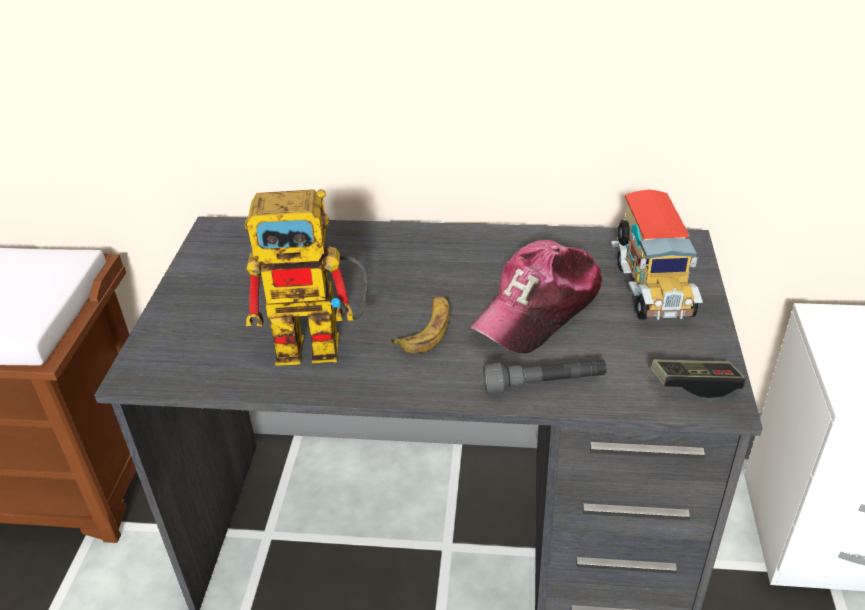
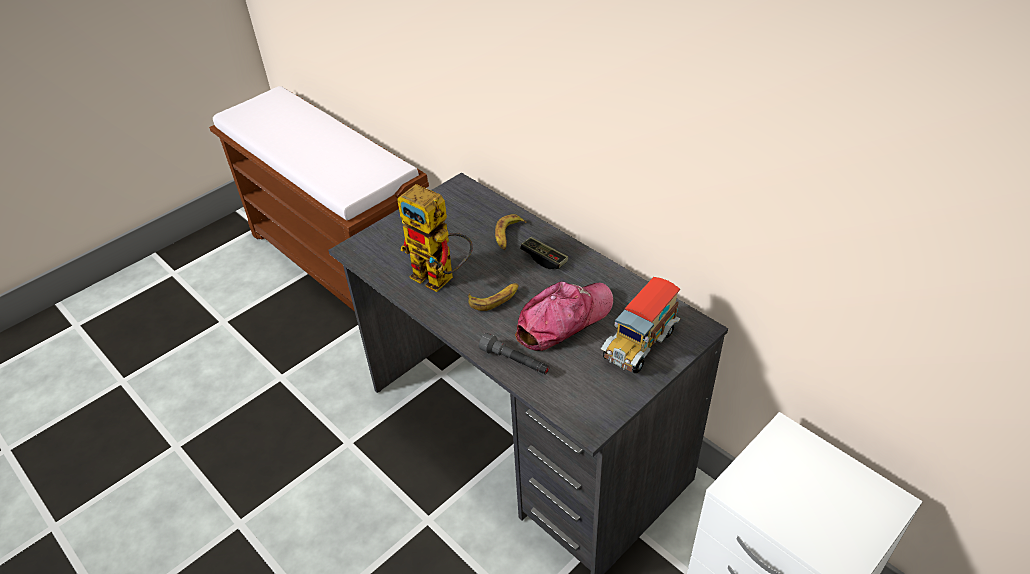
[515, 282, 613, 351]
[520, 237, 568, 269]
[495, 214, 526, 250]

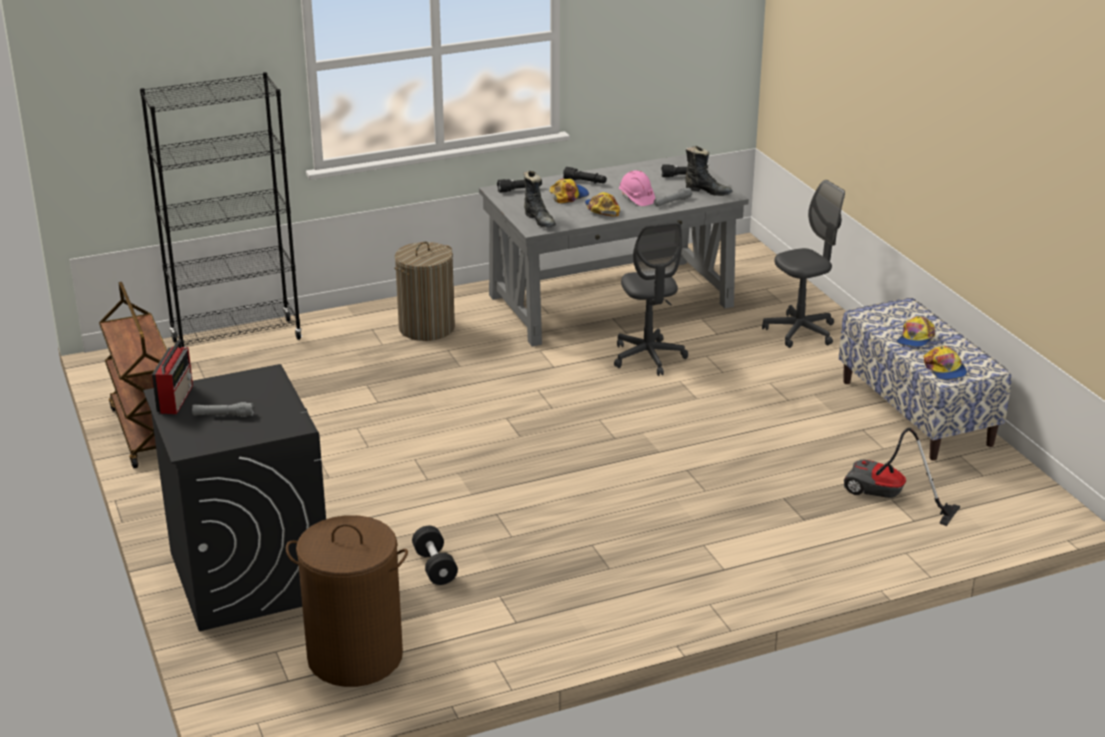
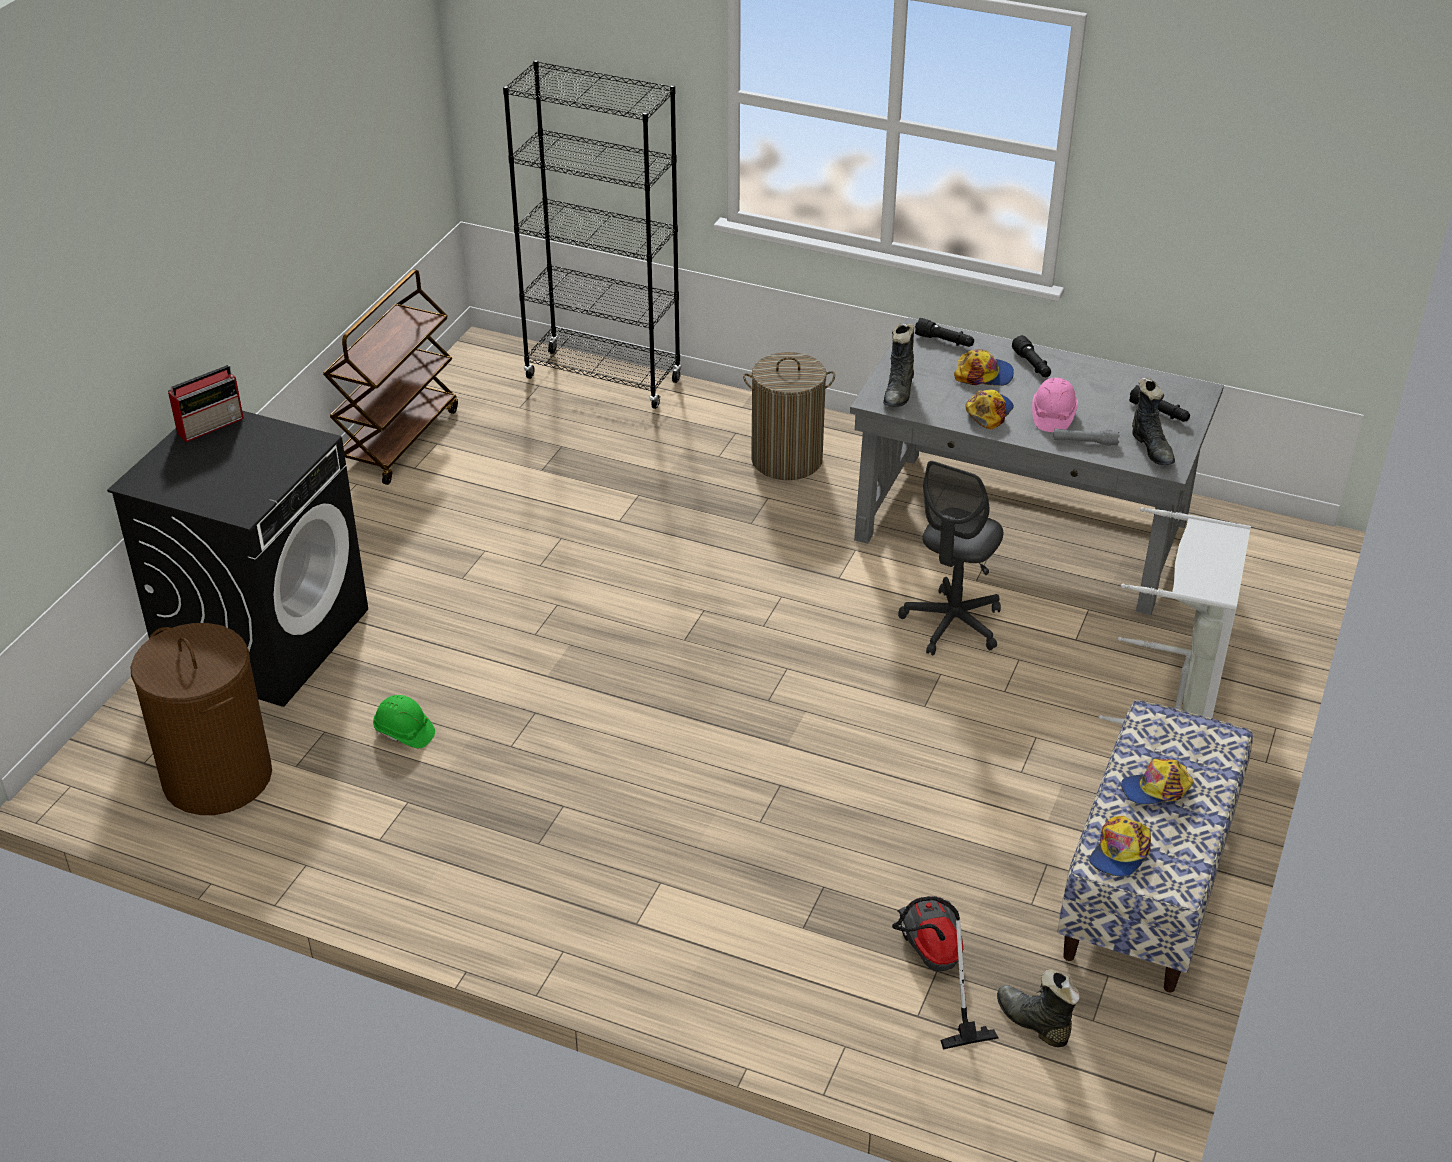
[1099, 507, 1251, 725]
[192, 402, 254, 417] (first image)
[373, 695, 435, 748]
[997, 969, 1080, 1047]

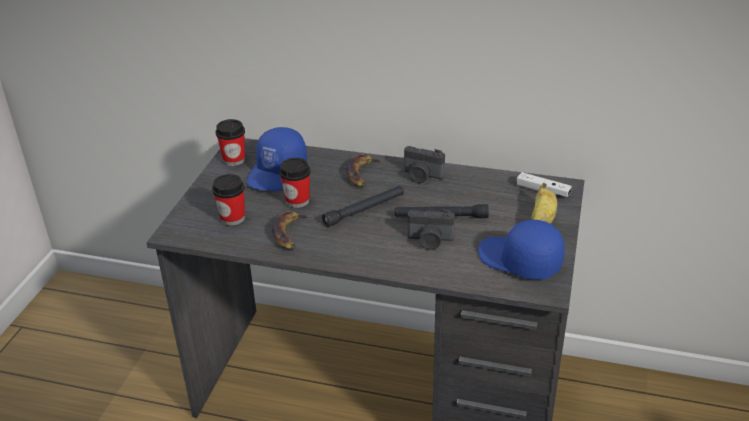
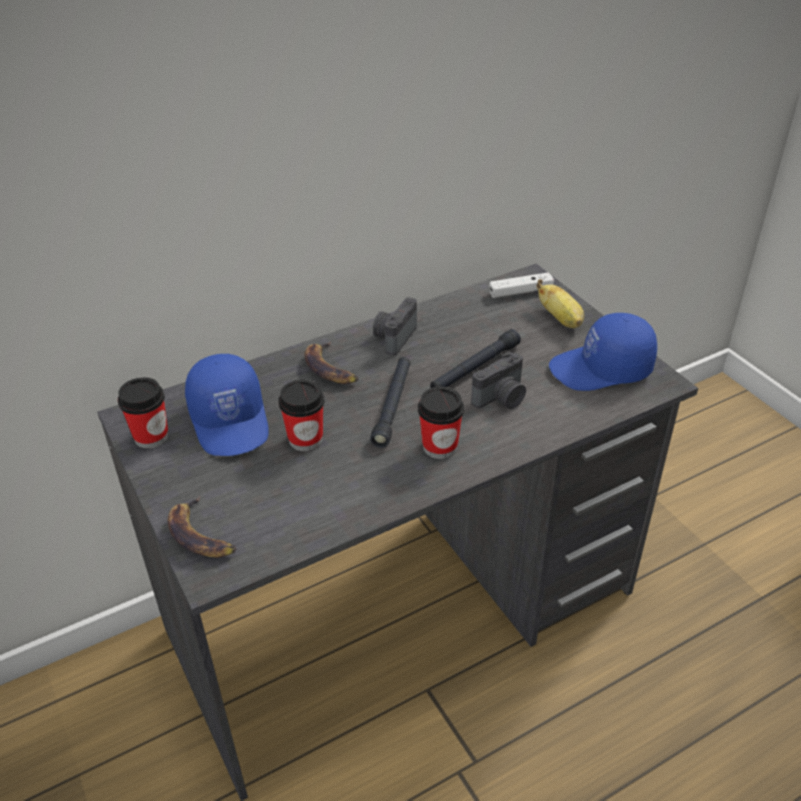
[373, 297, 417, 355]
[418, 386, 464, 459]
[168, 496, 237, 558]

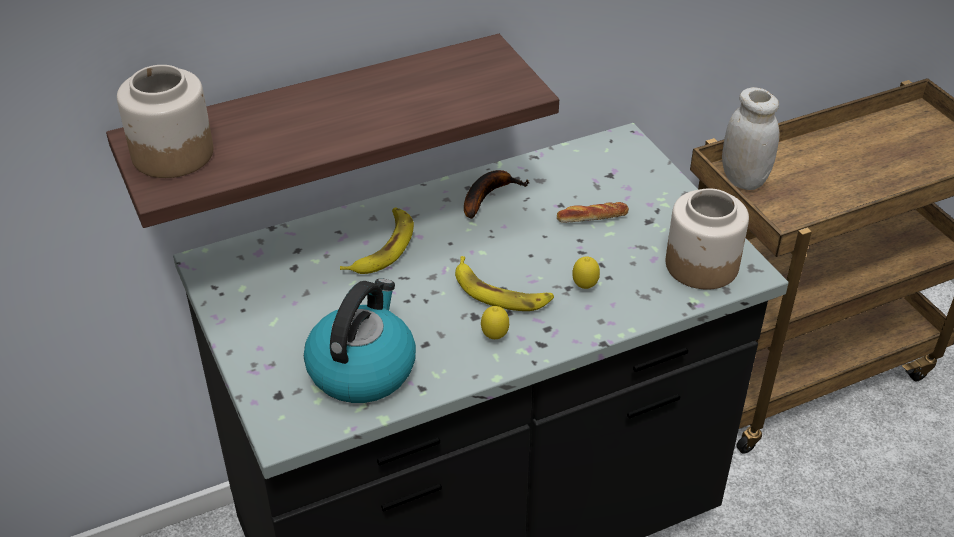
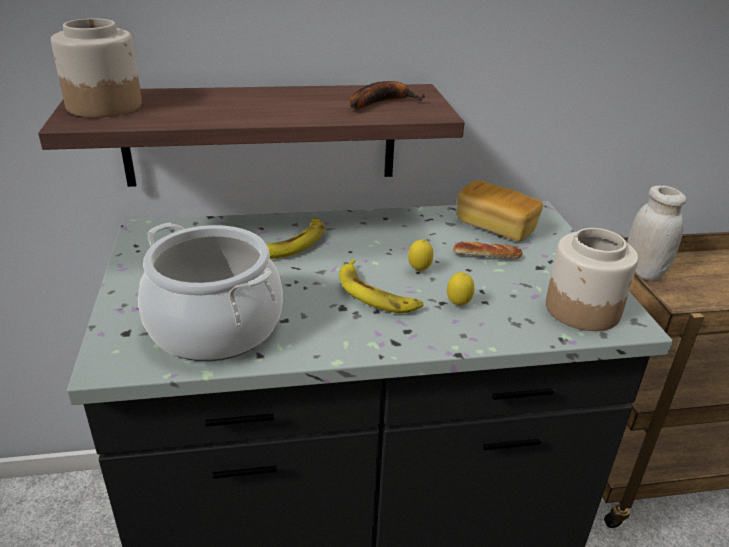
[349, 81, 425, 109]
[138, 223, 283, 361]
[408, 239, 433, 271]
[457, 180, 543, 241]

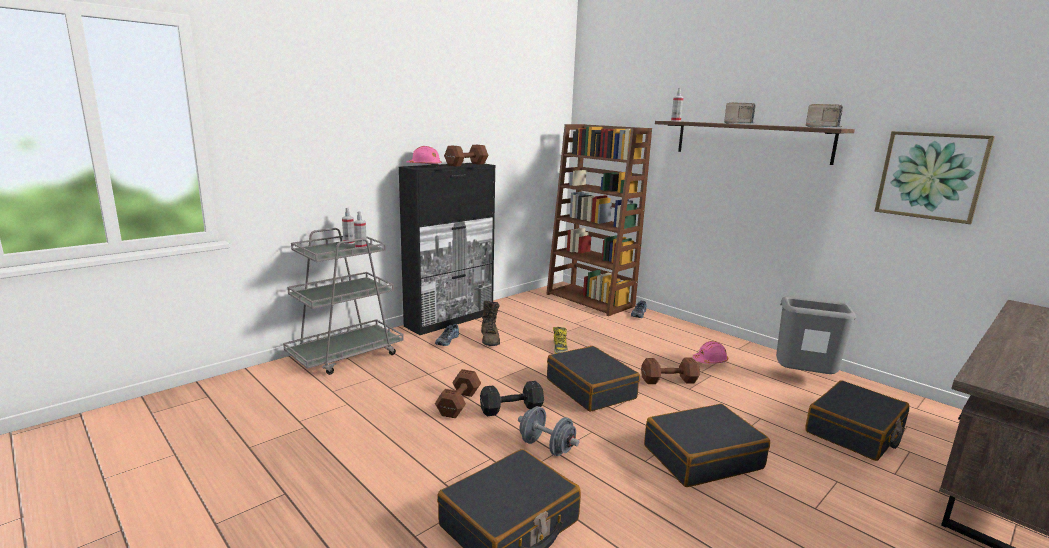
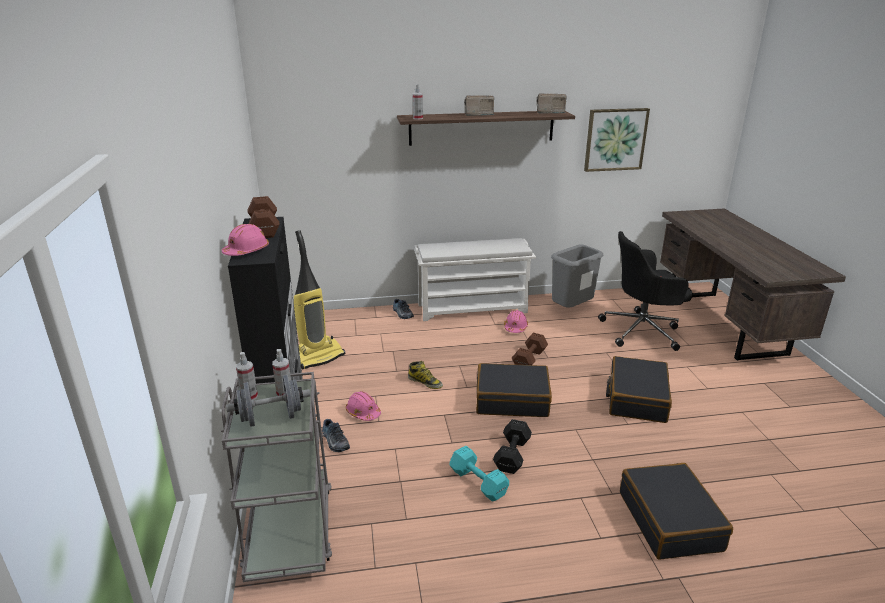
[546, 124, 652, 316] (first image)
[346, 391, 381, 421]
[449, 446, 509, 502]
[598, 231, 693, 351]
[226, 375, 310, 427]
[294, 230, 345, 370]
[414, 238, 536, 321]

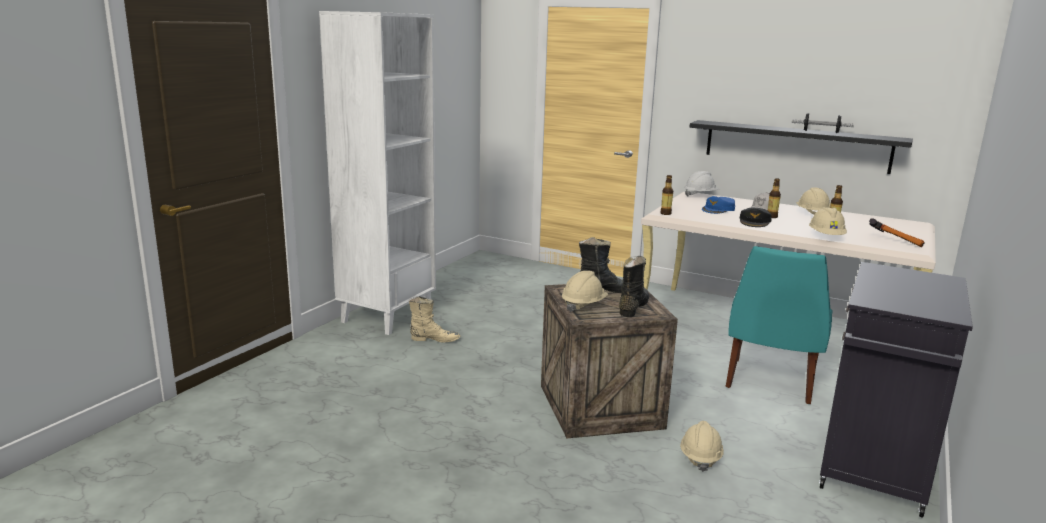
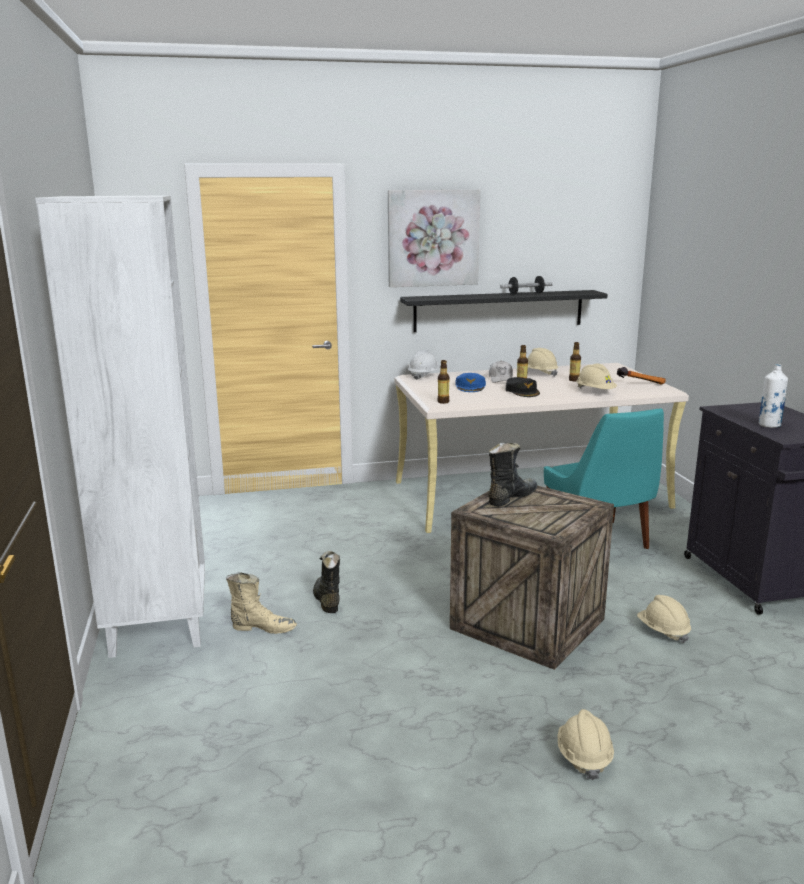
[313, 551, 340, 613]
[558, 709, 614, 780]
[226, 572, 297, 634]
[388, 190, 480, 287]
[759, 364, 788, 428]

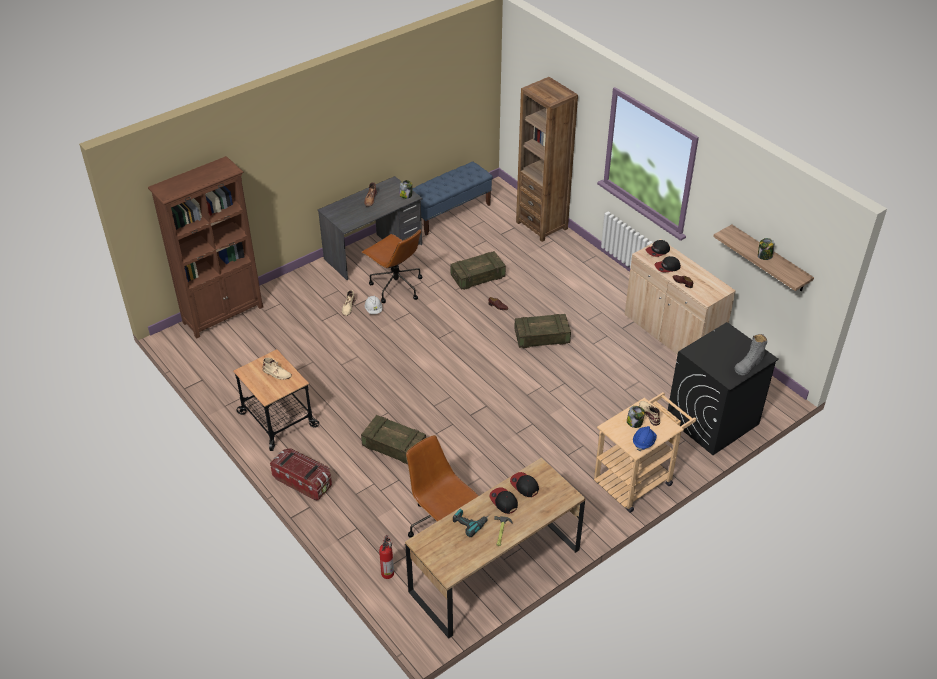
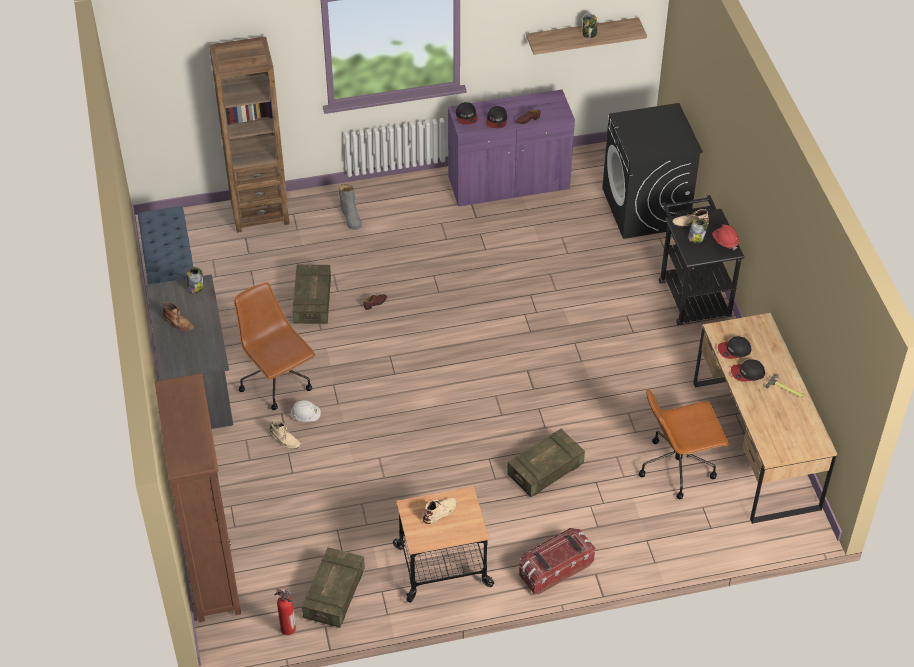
[234, 282, 315, 410]
[448, 90, 575, 207]
[302, 547, 365, 628]
[339, 184, 362, 230]
[659, 195, 744, 325]
[712, 224, 739, 250]
[453, 509, 488, 537] (first image)
[275, 588, 296, 635]

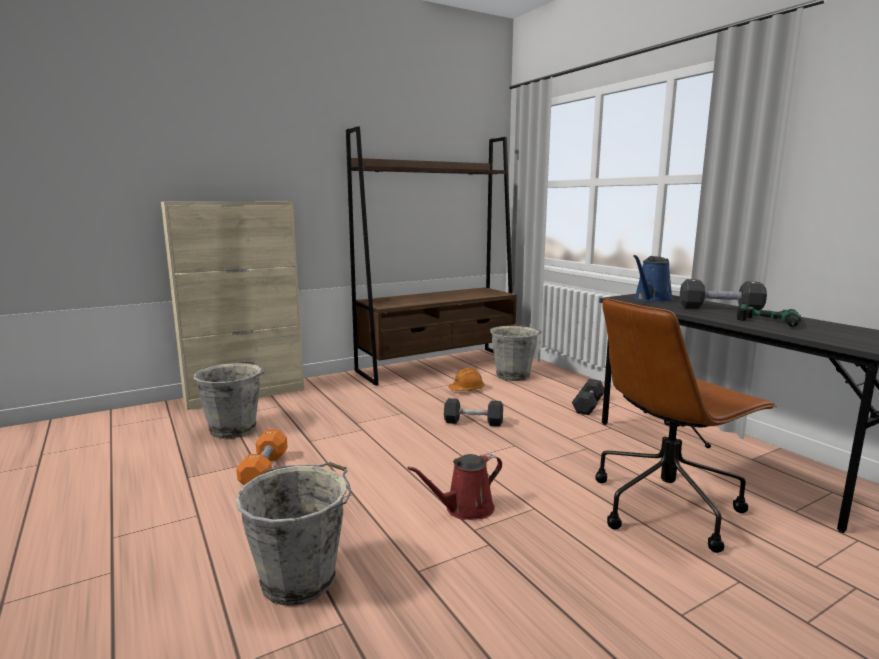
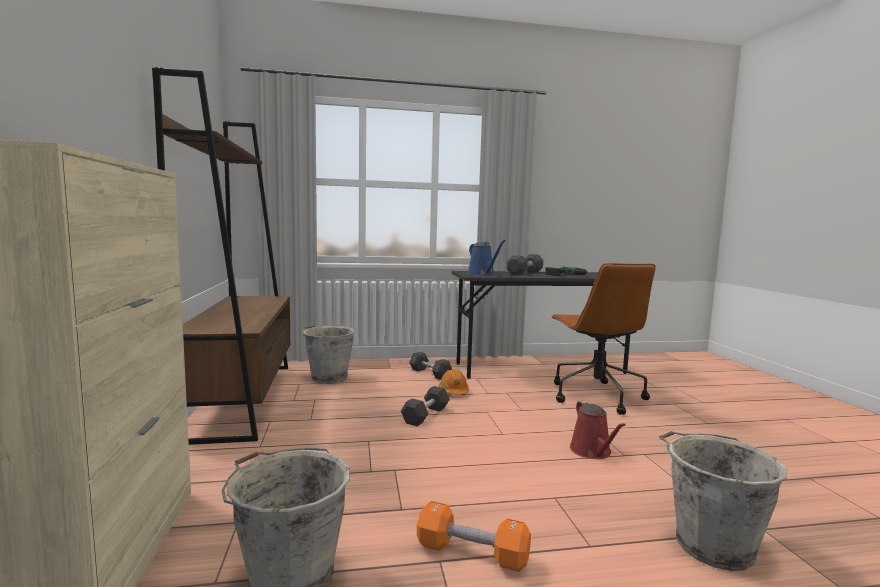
[439, 369, 469, 395]

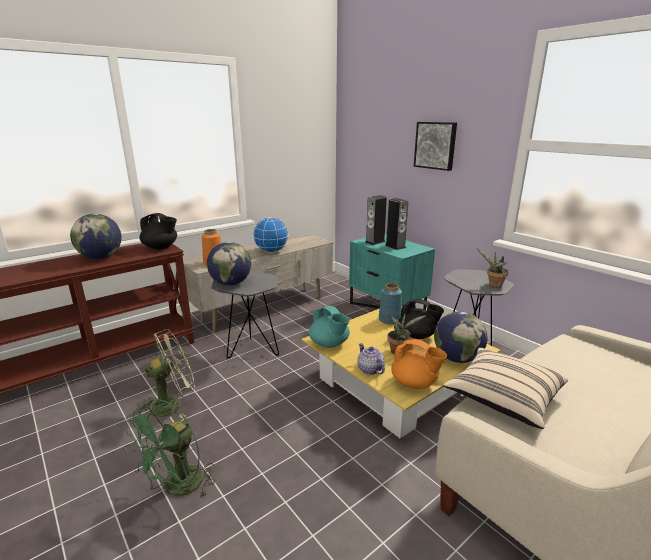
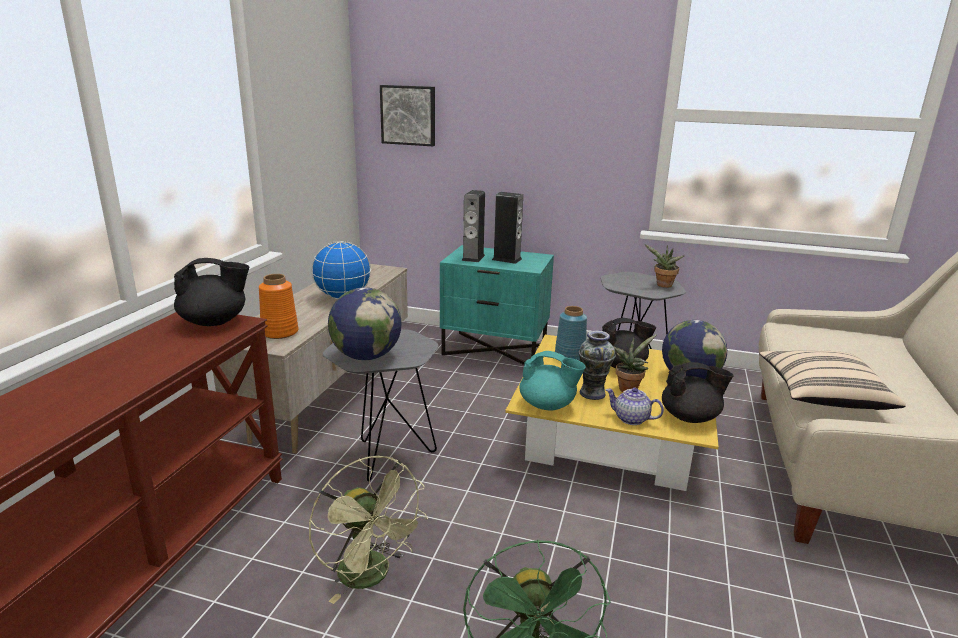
[380, 85, 435, 146]
[70, 214, 122, 259] (first image)
[309, 456, 428, 604]
[662, 362, 733, 423]
[579, 330, 616, 400]

